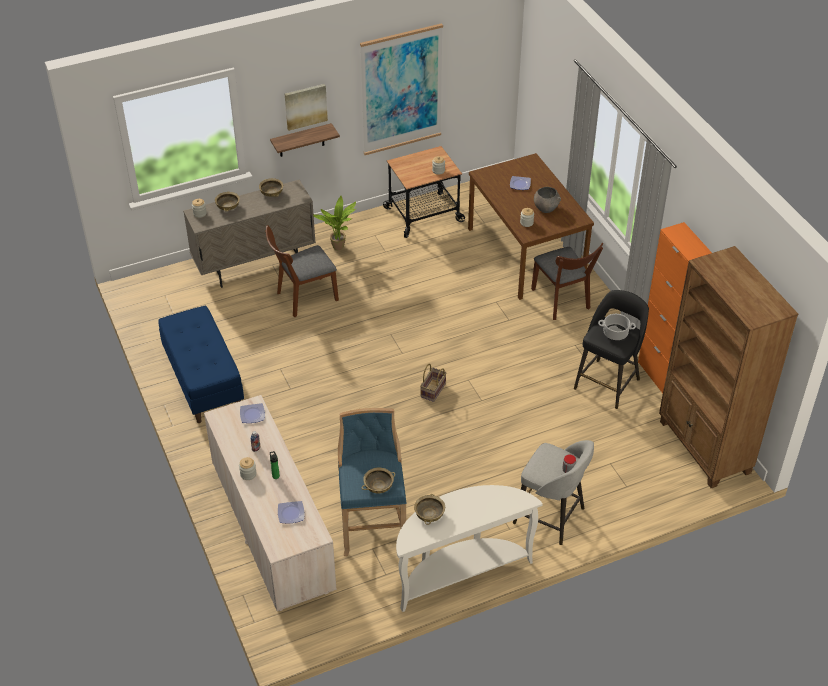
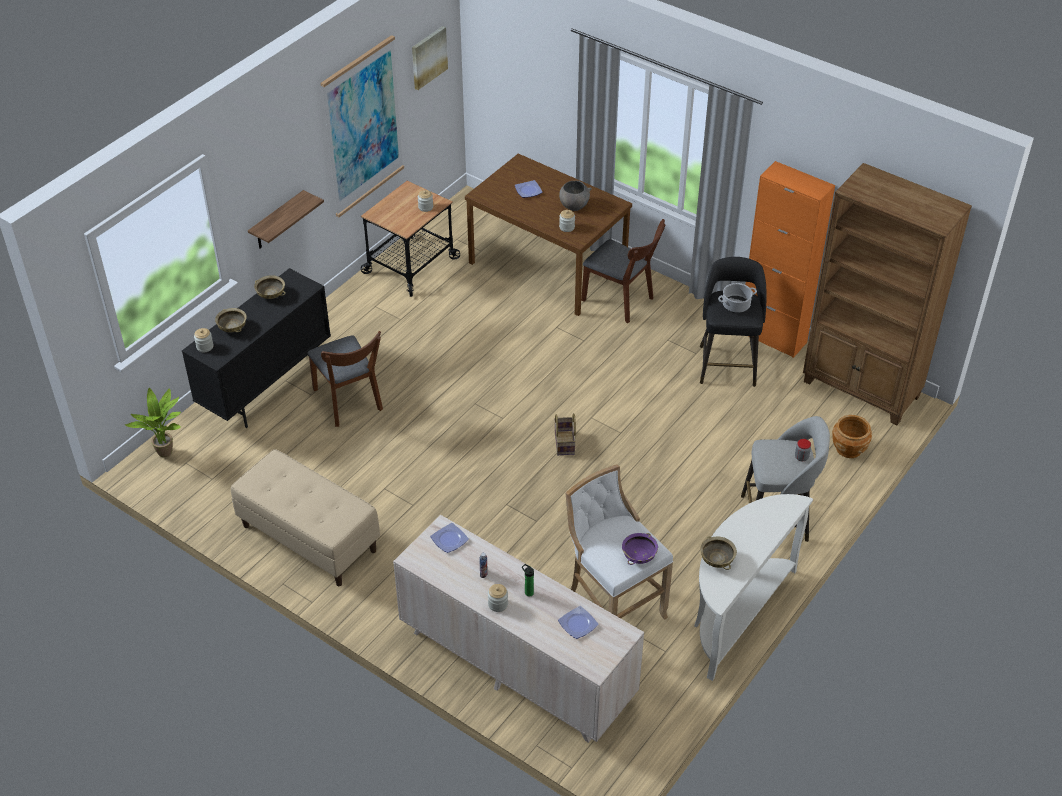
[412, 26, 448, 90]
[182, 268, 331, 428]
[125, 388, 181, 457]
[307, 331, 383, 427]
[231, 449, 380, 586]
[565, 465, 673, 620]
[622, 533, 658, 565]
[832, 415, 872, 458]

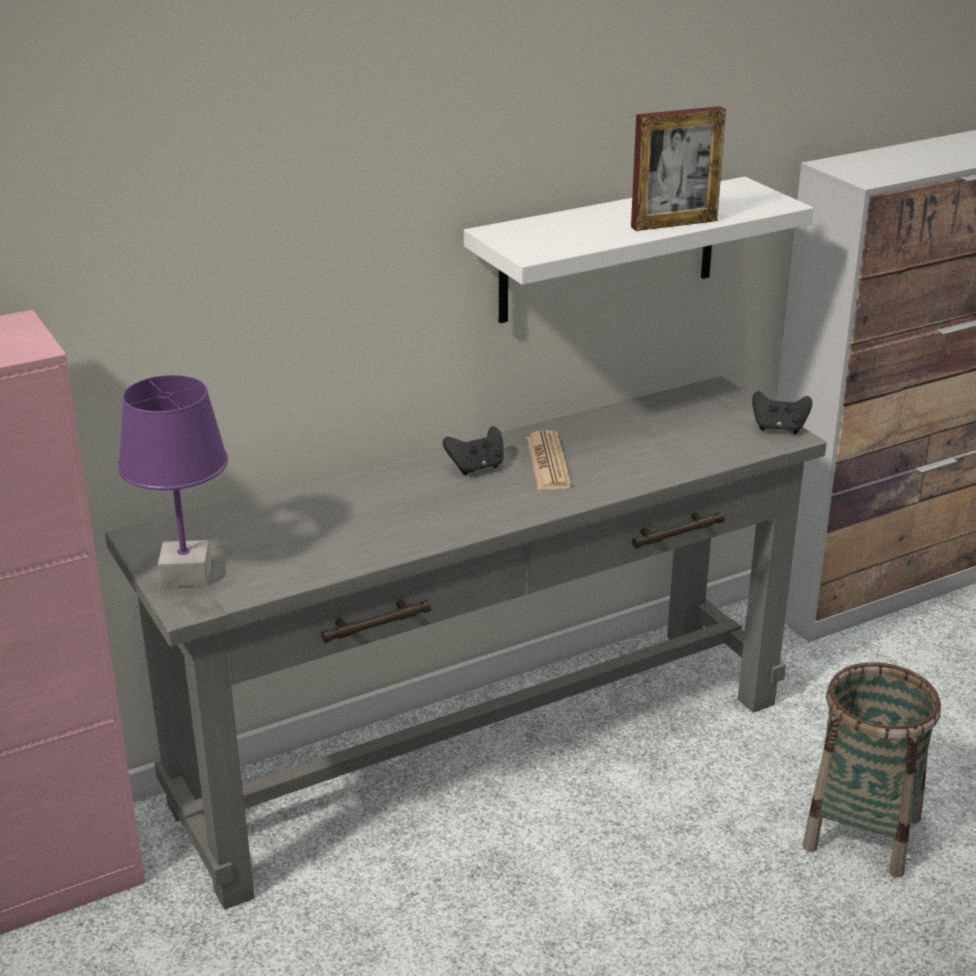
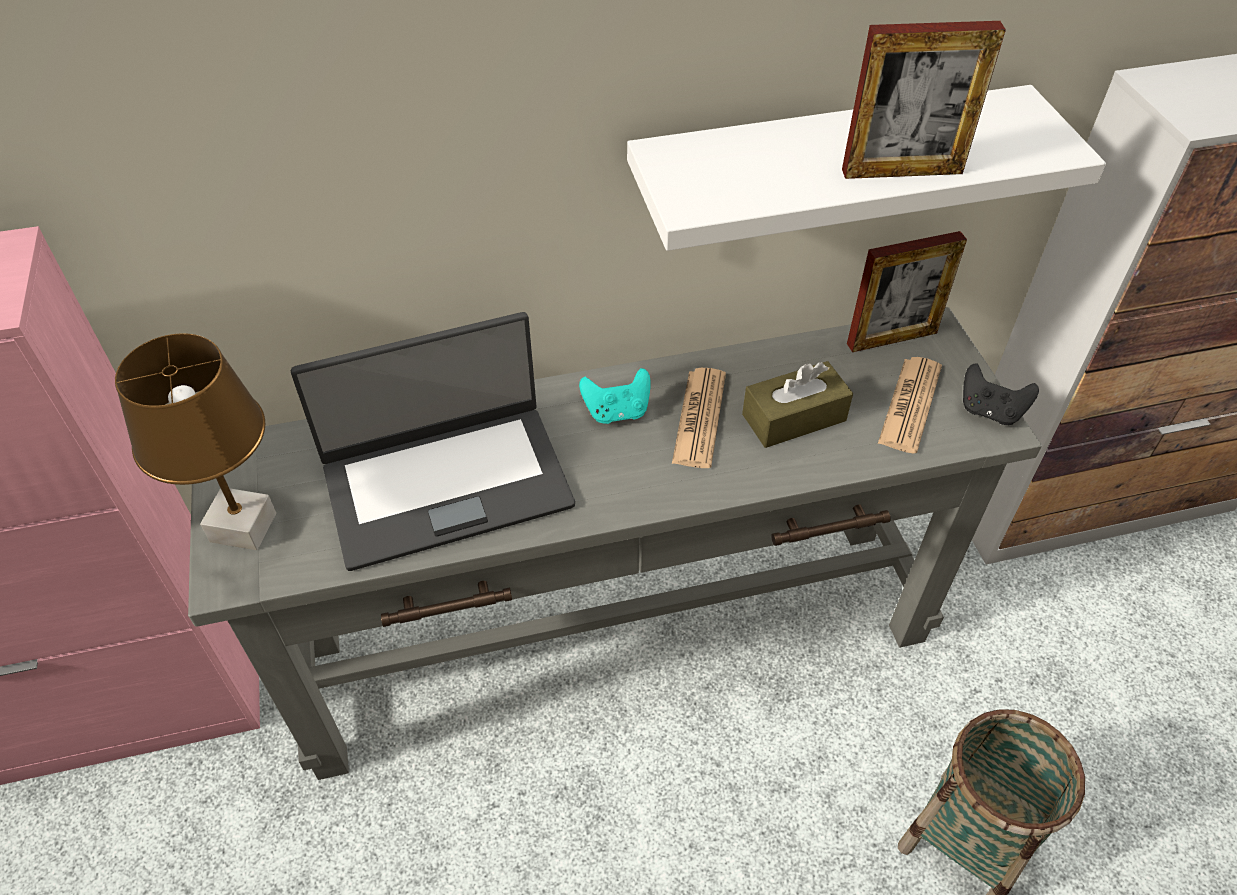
[115, 333, 276, 550]
[579, 368, 651, 424]
[847, 231, 967, 352]
[291, 312, 575, 571]
[878, 357, 942, 454]
[742, 361, 853, 448]

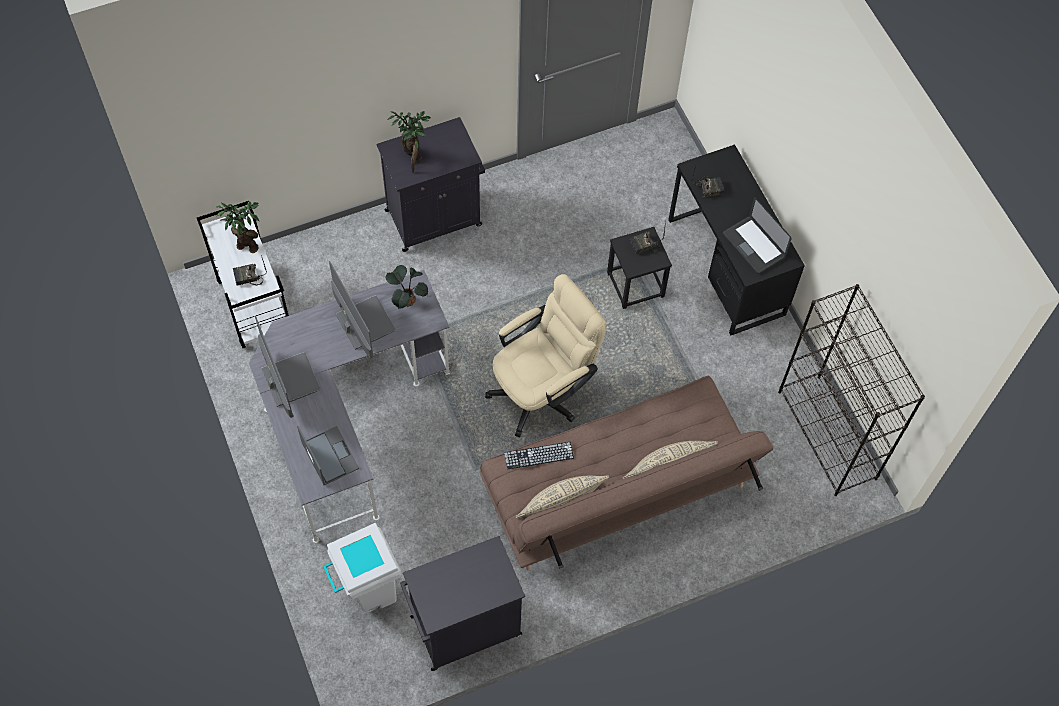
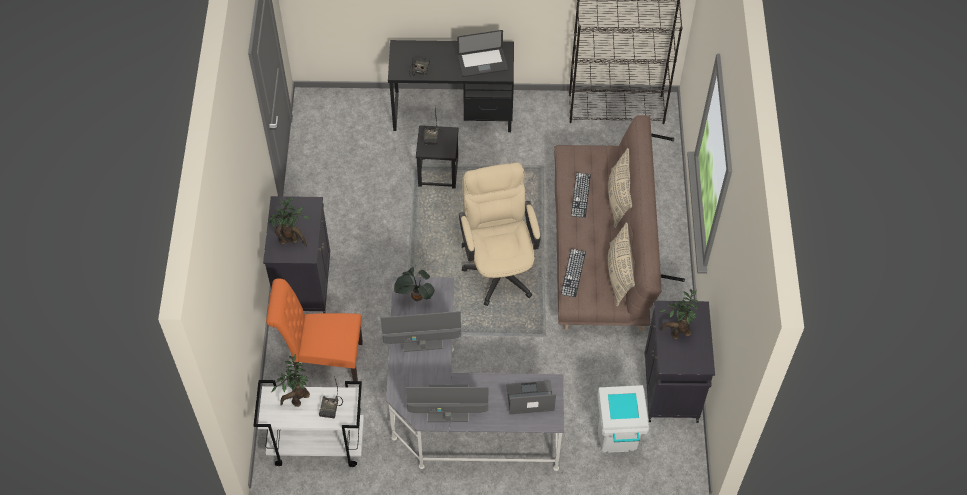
[571, 173, 591, 218]
[266, 278, 363, 381]
[659, 289, 699, 339]

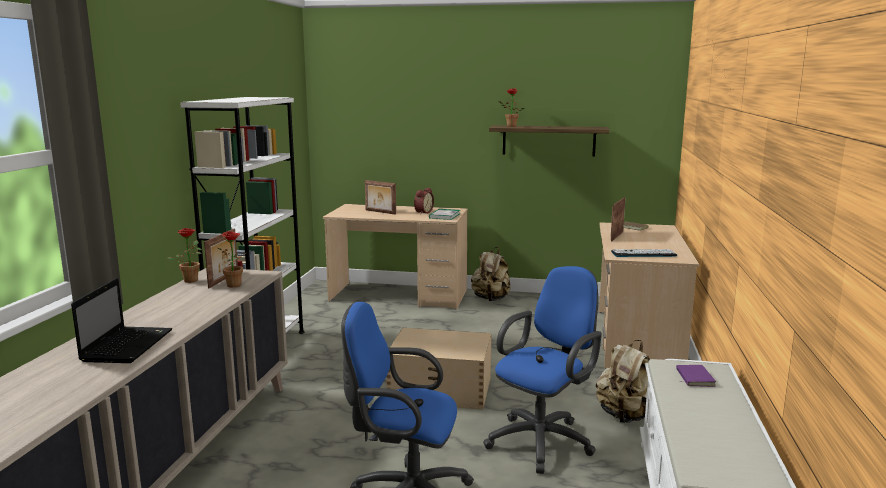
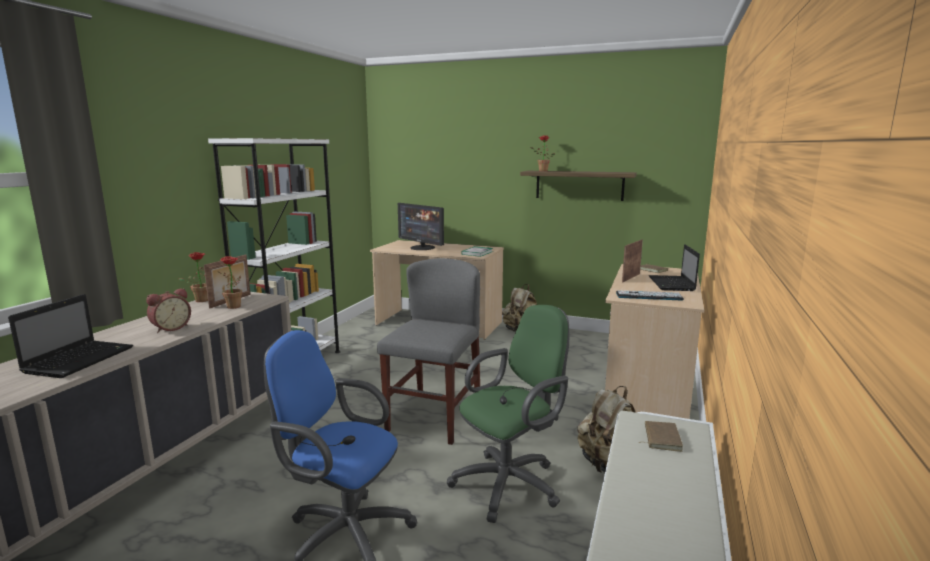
[398, 203, 444, 250]
[146, 288, 191, 333]
[447, 305, 570, 523]
[377, 258, 480, 445]
[639, 421, 683, 452]
[649, 244, 700, 291]

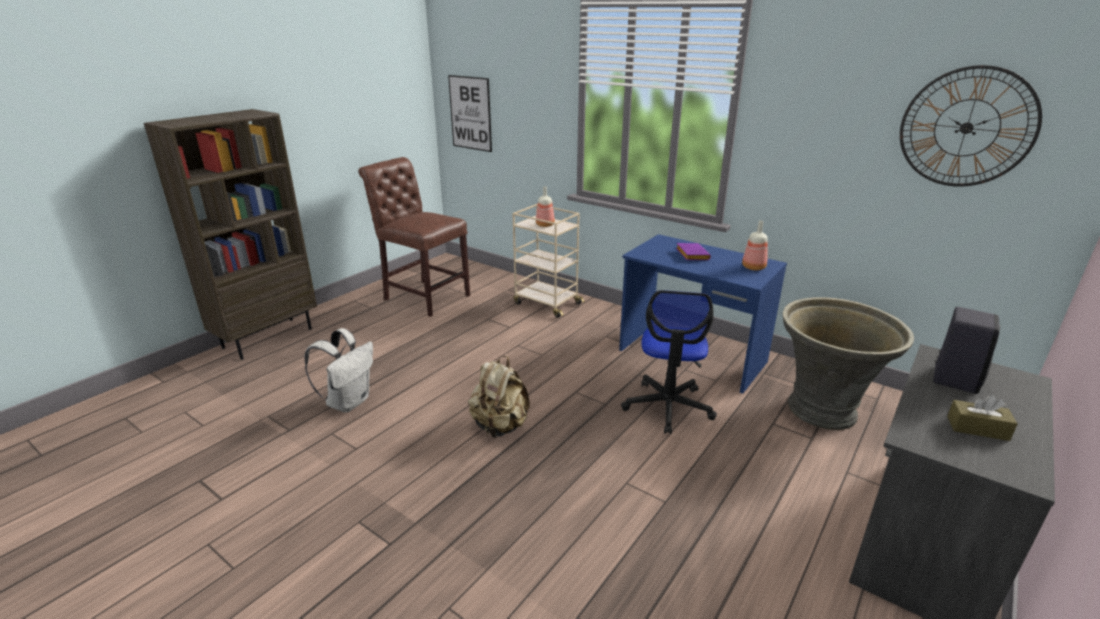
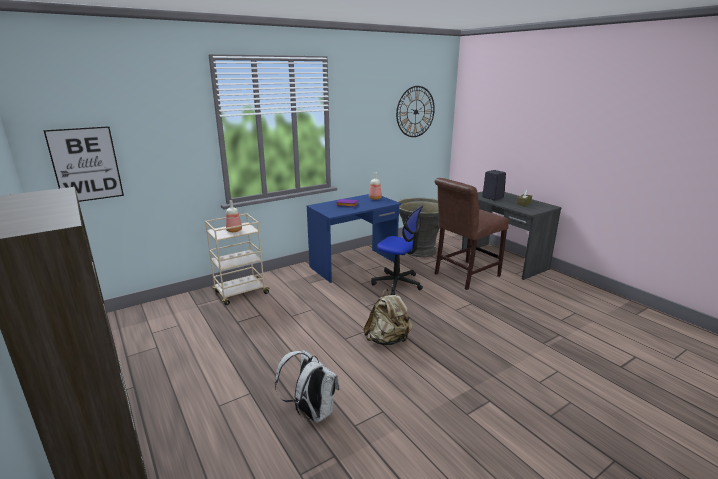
[435, 178, 509, 290]

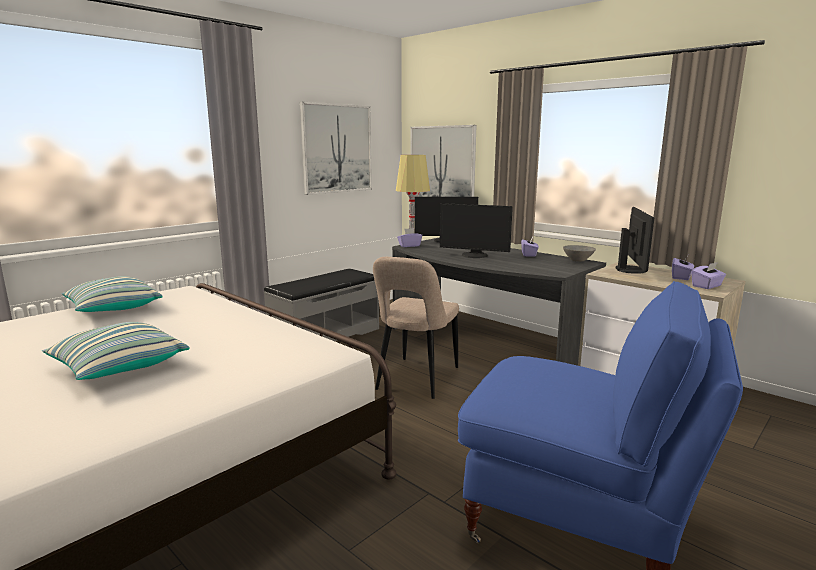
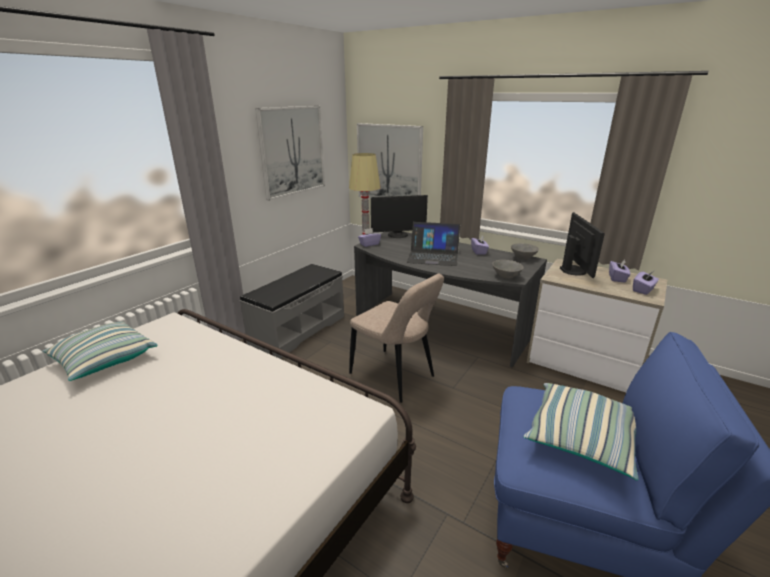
[407, 222, 460, 266]
[349, 273, 444, 403]
[523, 383, 639, 480]
[492, 260, 524, 279]

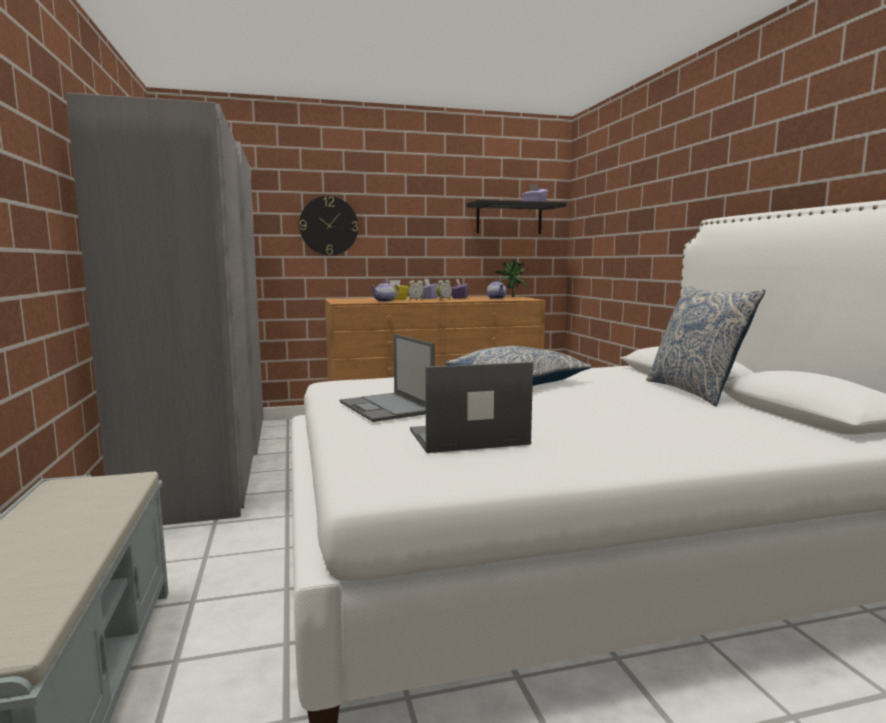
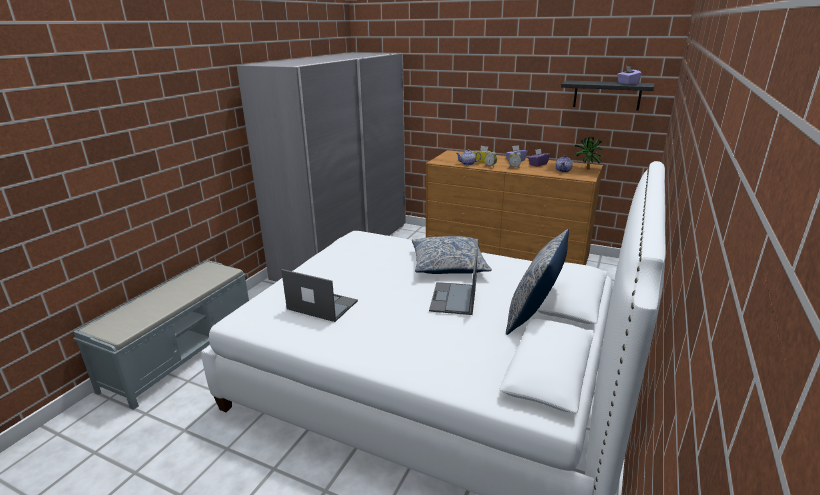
[299, 196, 358, 255] (first image)
[429, 249, 478, 315]

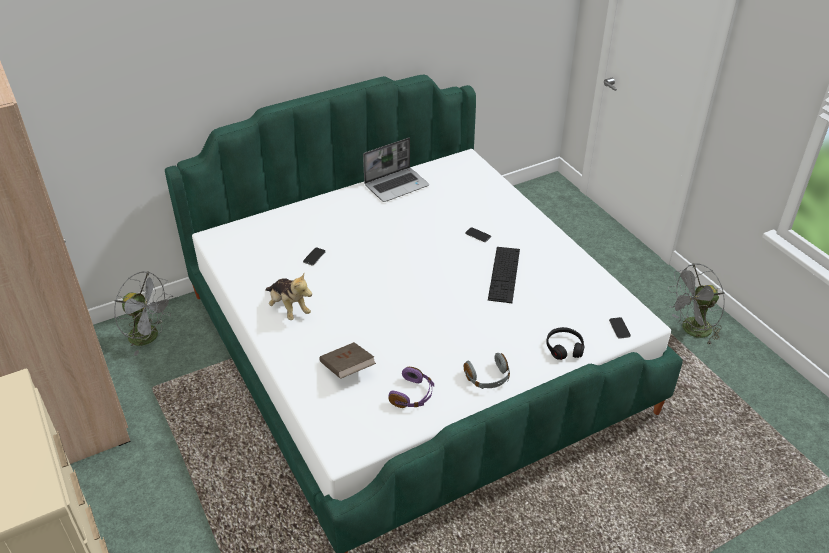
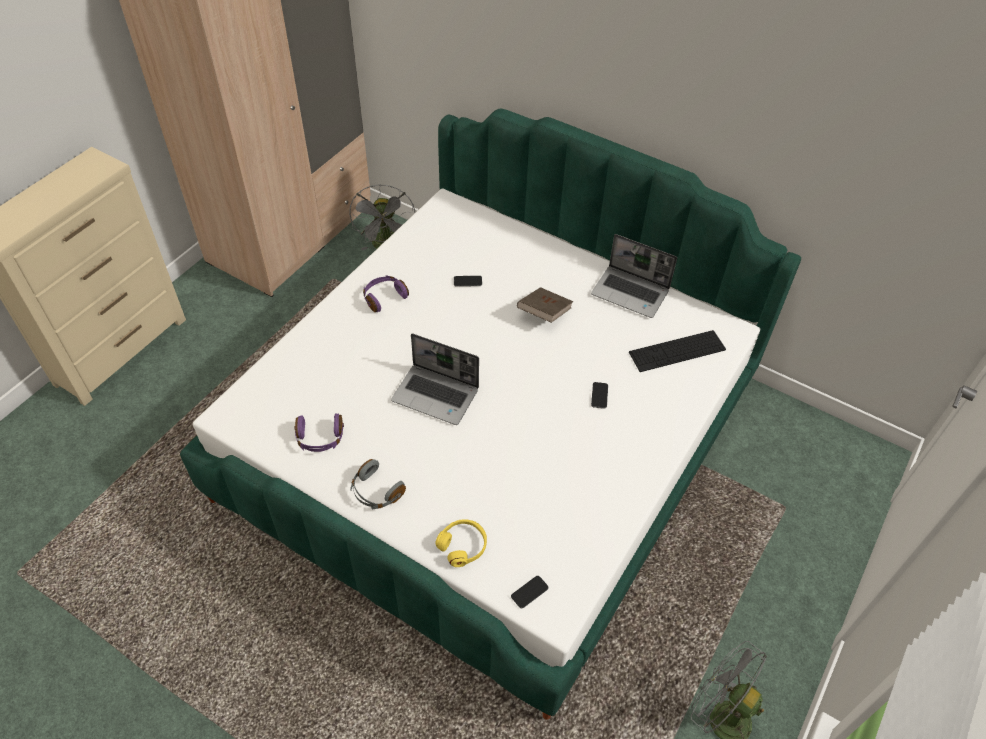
[629, 330, 726, 372]
[363, 275, 409, 312]
[435, 520, 487, 567]
[517, 287, 573, 323]
[391, 333, 479, 425]

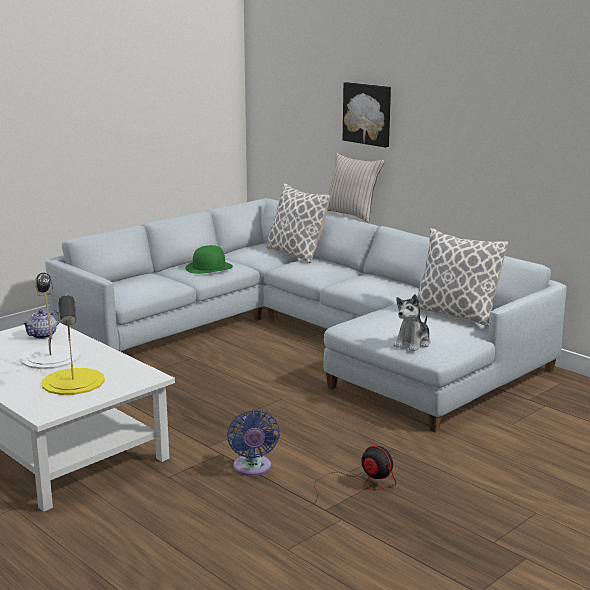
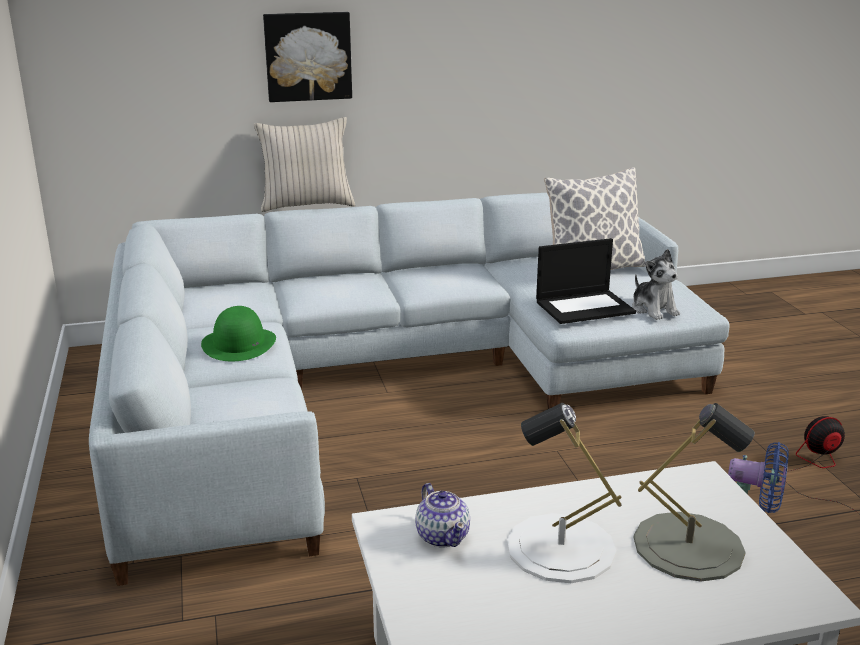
[266, 183, 331, 263] (first image)
[634, 403, 755, 582]
[536, 238, 636, 324]

